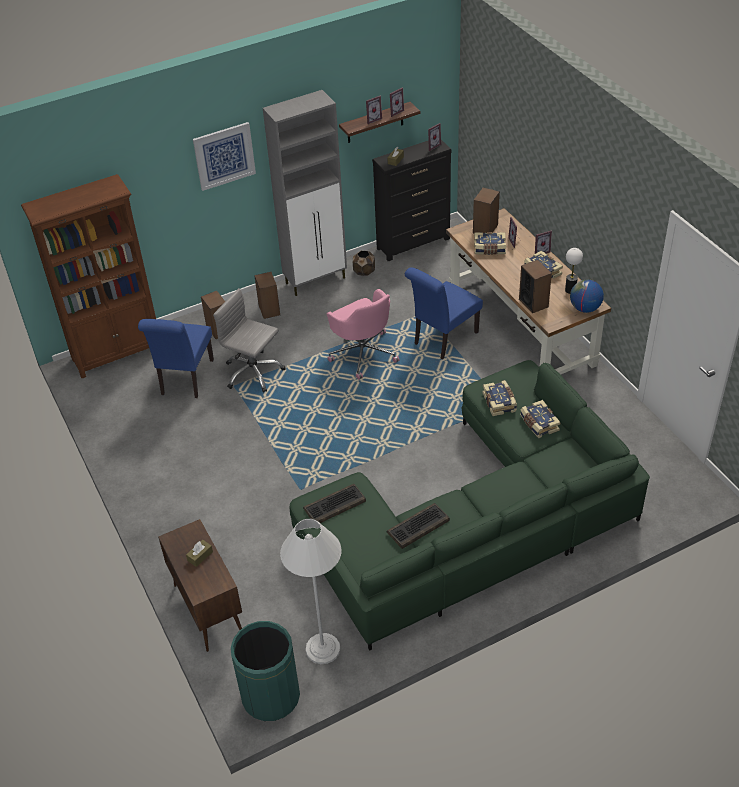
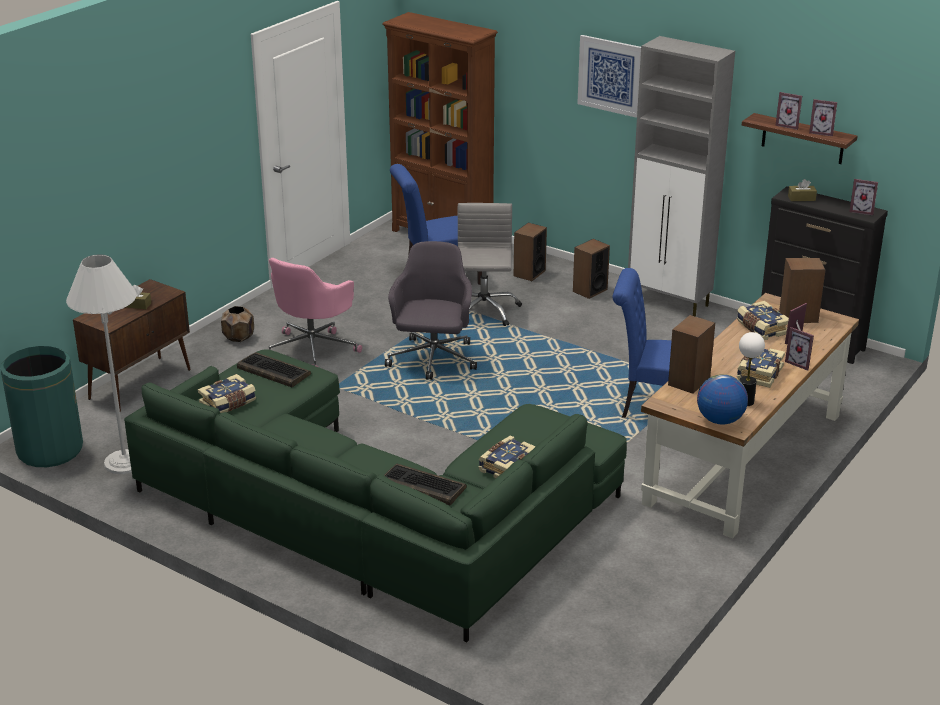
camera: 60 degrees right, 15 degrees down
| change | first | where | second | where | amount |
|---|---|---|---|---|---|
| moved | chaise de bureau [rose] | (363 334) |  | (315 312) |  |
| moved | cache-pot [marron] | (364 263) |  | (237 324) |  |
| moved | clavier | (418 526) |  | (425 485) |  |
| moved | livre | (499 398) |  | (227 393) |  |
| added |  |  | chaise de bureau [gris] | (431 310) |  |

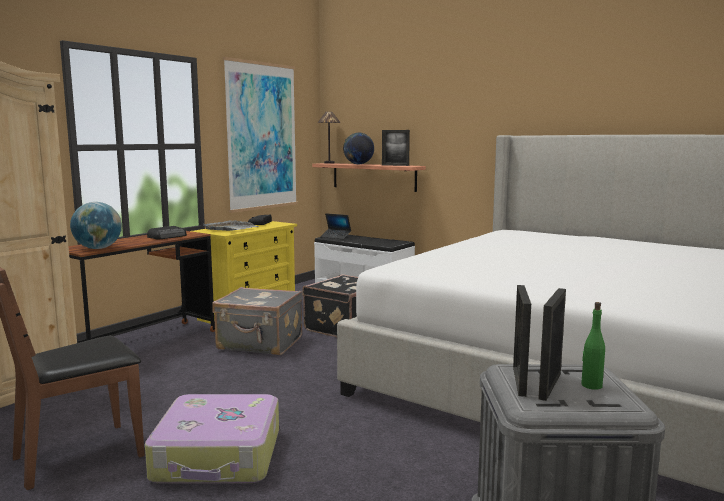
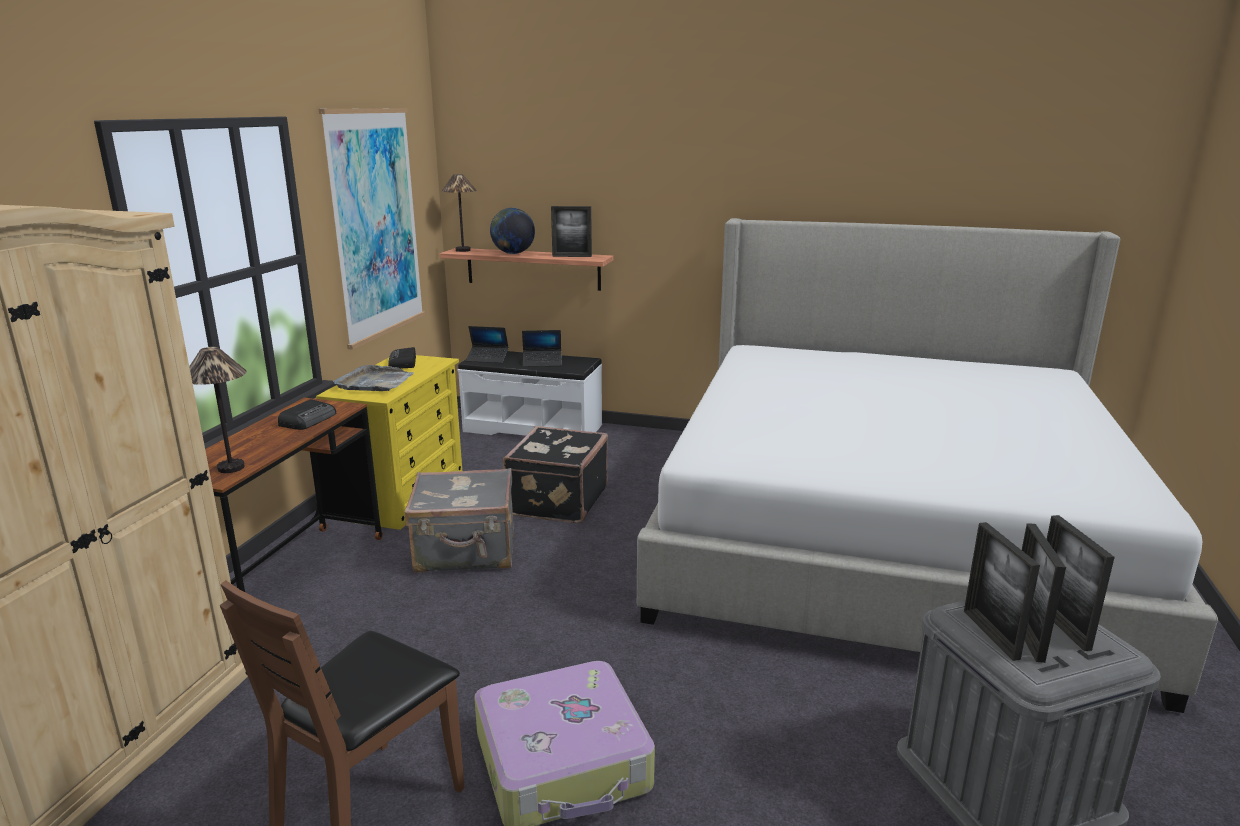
camera: 20 degrees left, 10 degrees up
| change | first | where | second | where | amount |
|---|---|---|---|---|---|
| replaced | globe | (96 225) | lampe de table | (217 410) |  |
| replaced | bouteille [vert] | (593 345) | cadre photo | (1081 583) |  |
| added |  |  | ordinateur portable | (542 348) |  |

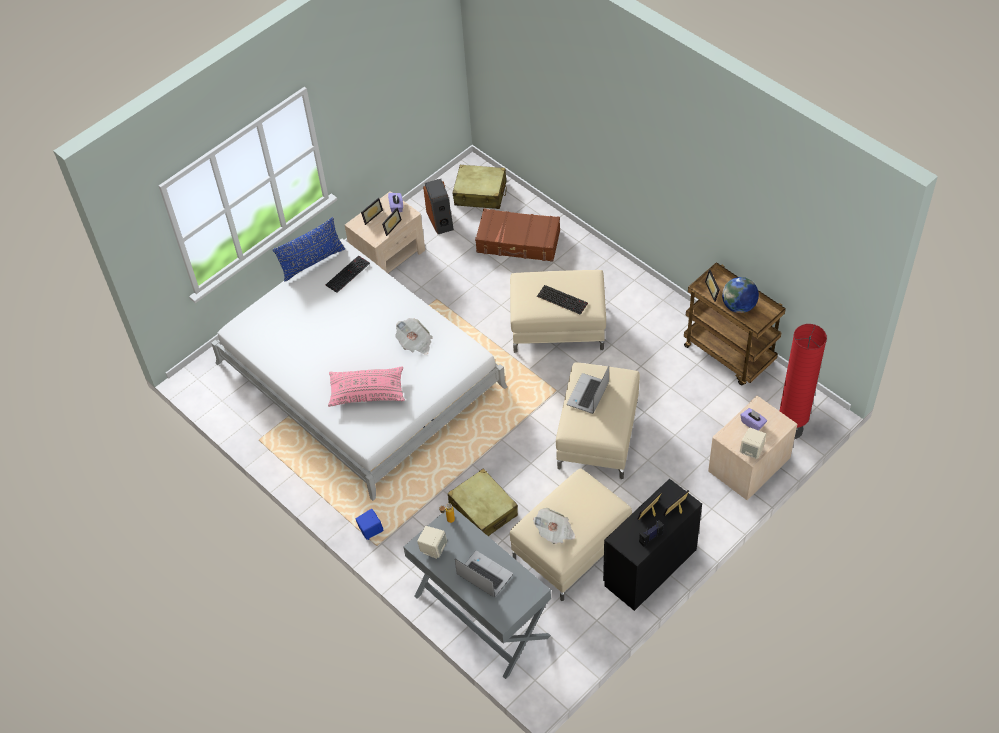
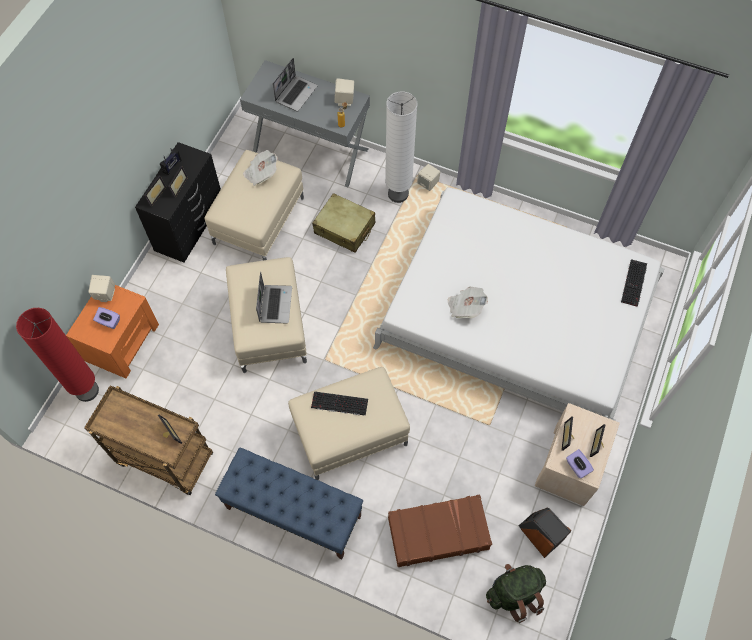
camera: 155 degrees right, 10 degrees up
| change | first | where | second | where | amount |
|---|---|---|---|---|---|
| removed | coussin [bleu] | (309 249) |  |  |  |
| moved | clavier | (348 274) |  | (634 283) |  |
| removed | coussin [rose] | (366 386) |  |  |  |
| recoloured | enceinte [bleu] | (370 524) | enceinte [beige] | (429 177) |  |
| replaced | valise [beige] | (480 187) | sac à dos [vert] | (516 593) |  |
| turned | ordinateur portable | (484 574) |  | (295 84) | 75 degrees counterclockwise |
| recoloured | table de chevet [beige] | (752 448) | table de chevet [orange] | (112 331) |  |
| removed | globe | (740 295) |  |  |  |
| added |  |  | banc [bleu] | (289 503) |  |
| added |  |  | lampadaire [blanc] | (401 147) |  |

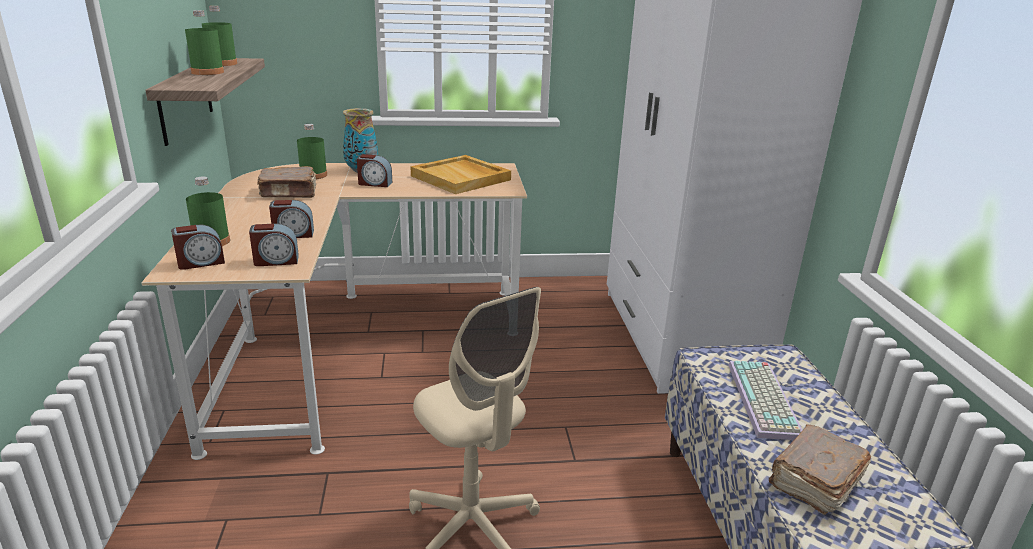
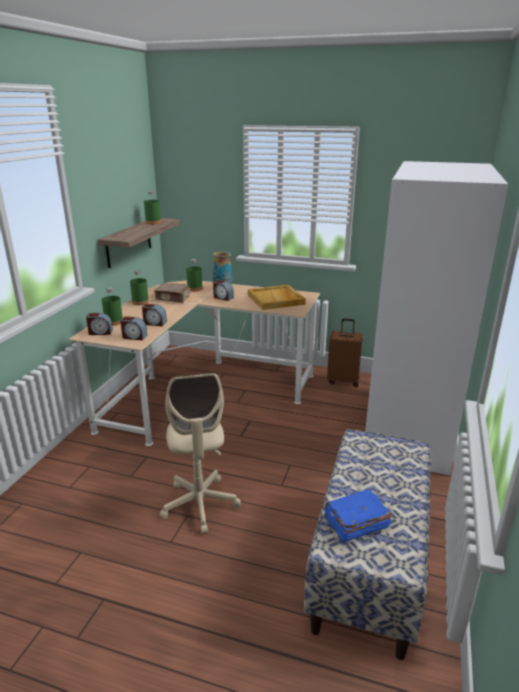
camera: 25 degrees right, 0 degrees up
| change | first | where | second | where | amount |
|---|---|---|---|---|---|
| moved | bouteille [vert] | (204 42) |  | (139 288) |  |
| removed | clavier | (765 400) |  |  |  |
| recoloured | livre [marron] | (820 469) | livre [bleu] | (358 515) |  |
| added |  |  | valise [marron] | (345 352) |  |

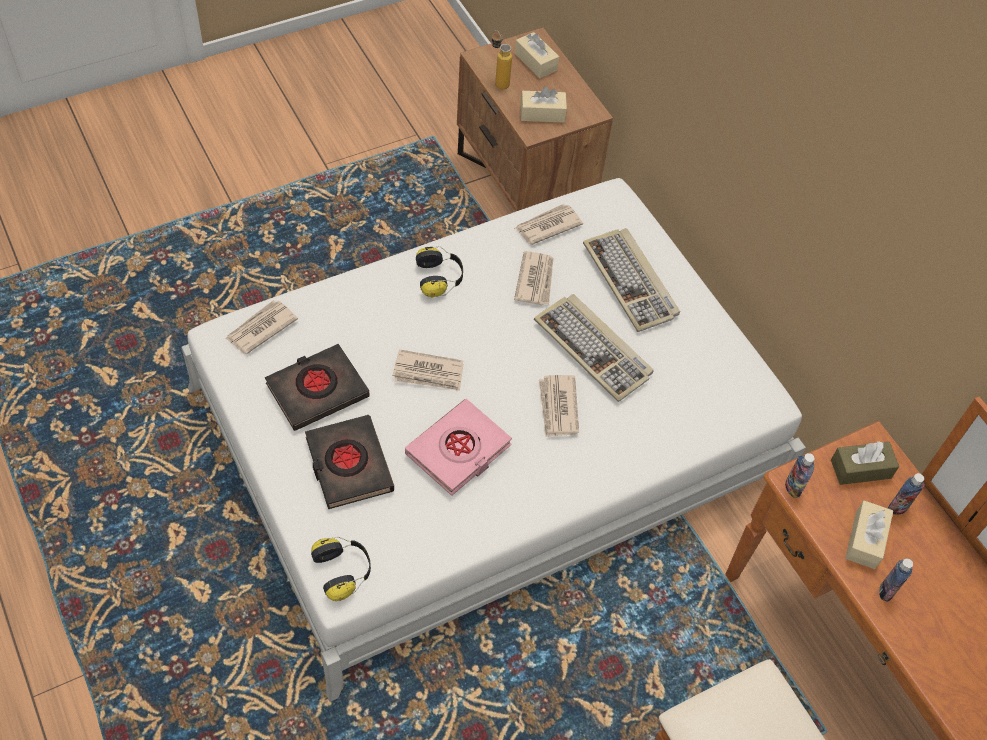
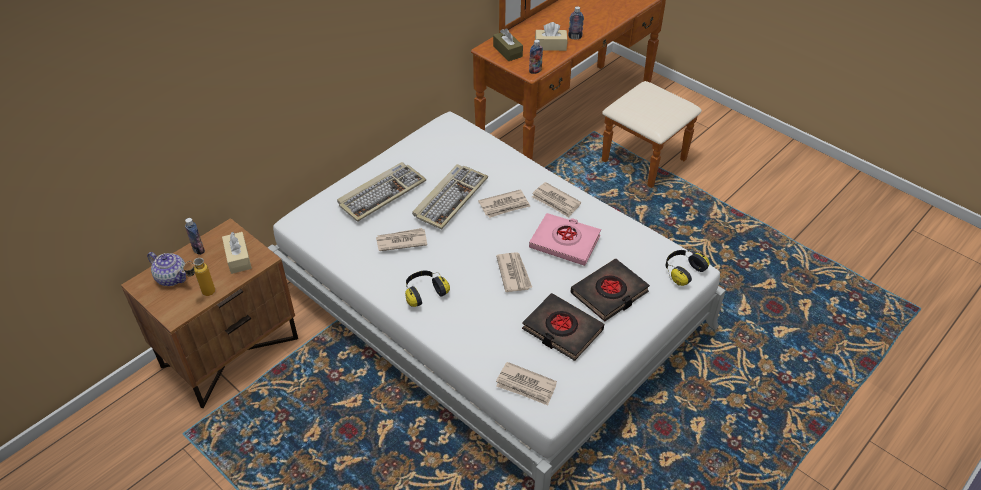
camera: 105 degrees left, 10 degrees down
| change | first | where | second | where | amount |
|---|---|---|---|---|---|
| replaced | boîte à mouchoirs [beige] | (537 55) | théière | (166 269) |  |
| moved | journal | (549 224) |  | (556 199) |  |
| moved | bouteille | (906 494) |  | (195 236) |  |

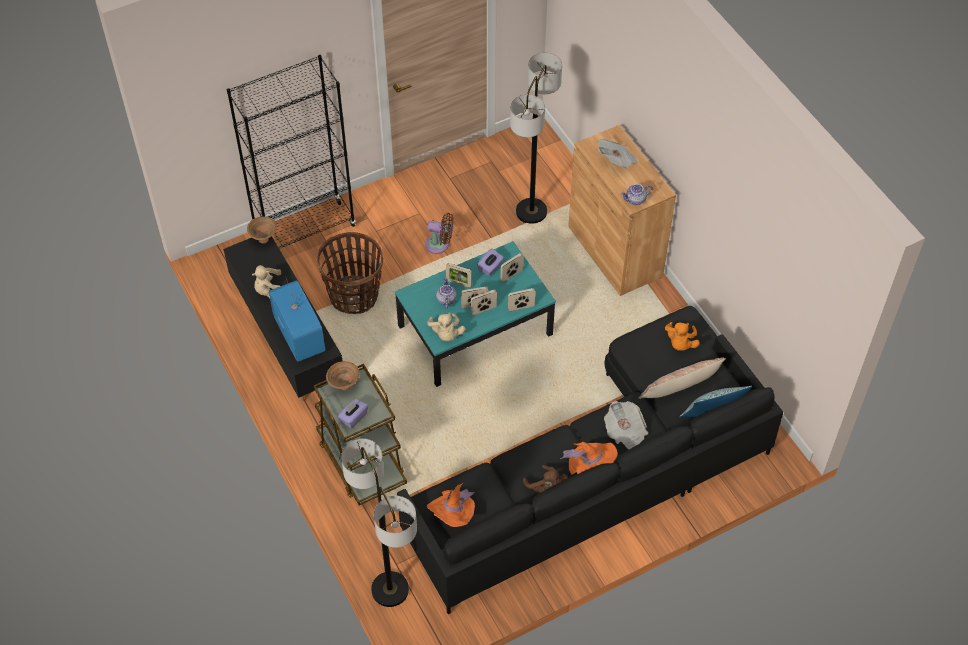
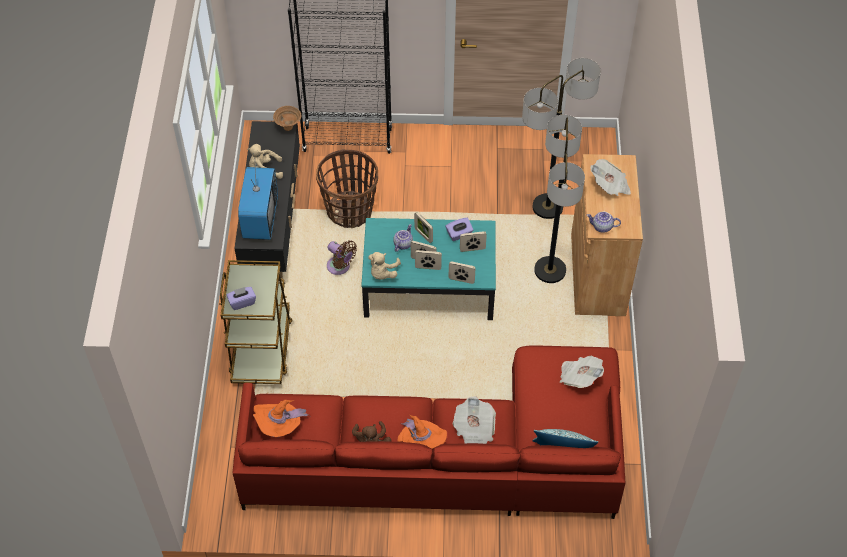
camera: 30 degrees right, 0 degrees up
| change | first | where | second | where | amount |
|---|---|---|---|---|---|
| removed | bol [marron] | (343 376) |  |  |  |
| moved | lampadaire | (379 523) |  | (559 199) |  |
| recoloured | canapé [noir] | (590 460) | canapé [rouge] | (428 432) |  |
| moved | ventilateur [marron] | (439 233) |  | (342 257) |  |
| removed | coussin | (682 378) |  |  |  |
| replaced | peluche [orange] | (682 336) | journal | (582 372) |  |

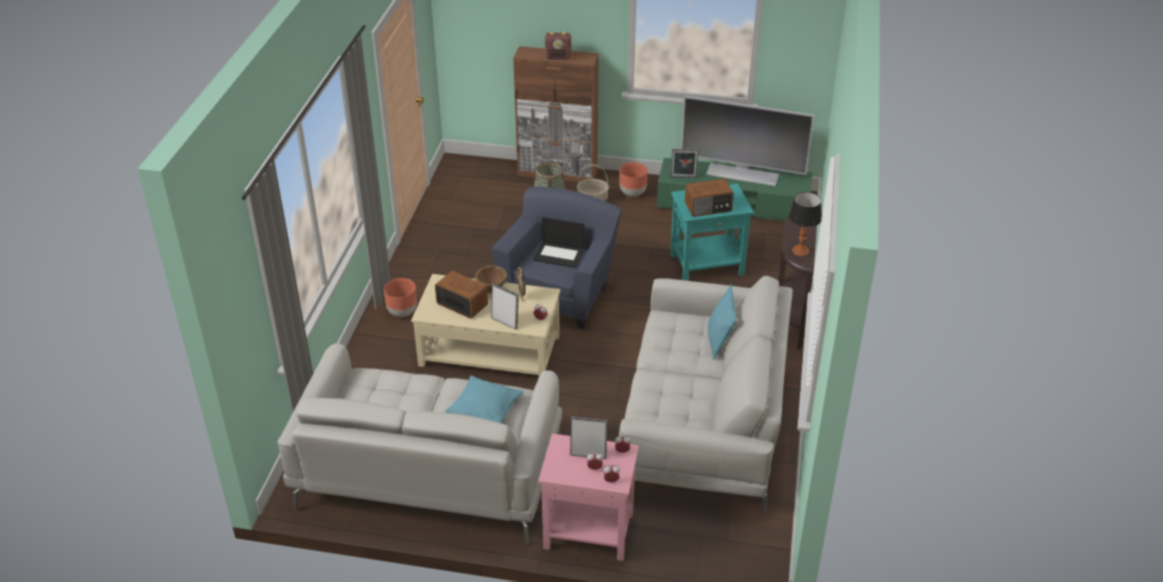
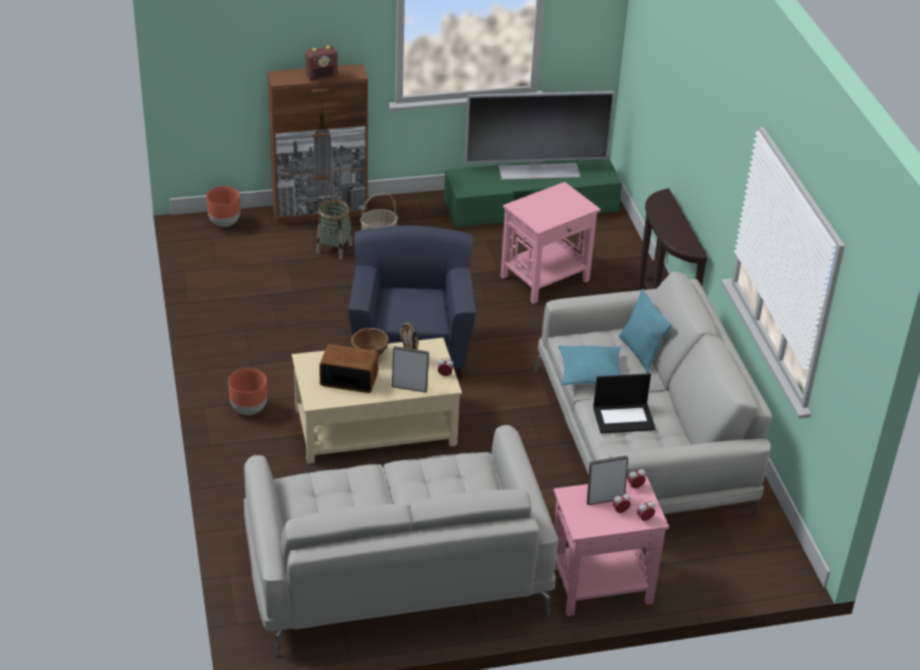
camera: 25 degrees left, 0 degrees up
| change | first | where | second | where | amount |
|---|---|---|---|---|---|
| moved | coussin [turquoise] | (484 399) |  | (590 365) |  |
| moved | ordinateur portable | (558 242) |  | (624 403) |  |
| moved | cache-pot [marron] | (633 179) |  | (223 206) |  |
| recoloured | table d'appoint [turquoise] | (712 232) | table d'appoint [rose] | (551 243) |  |
| removed | cadre photo | (684 163) |  |  |  |
| removed | radio | (709 198) |  |  |  |
| removed | lampe de table | (805 224) |  |  |  |

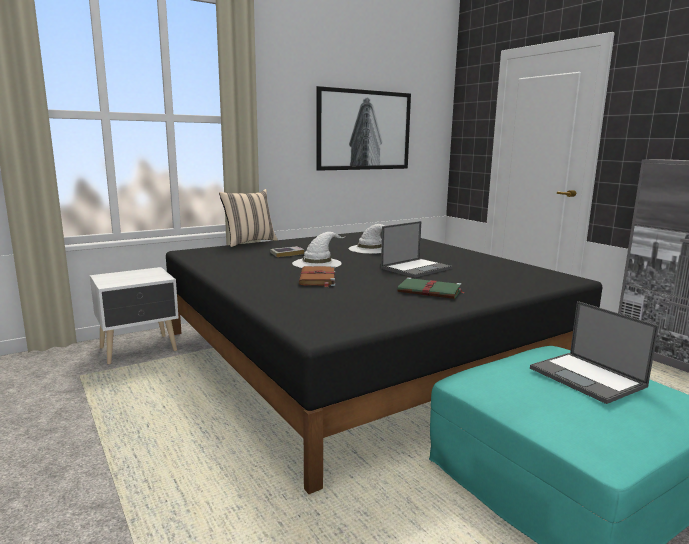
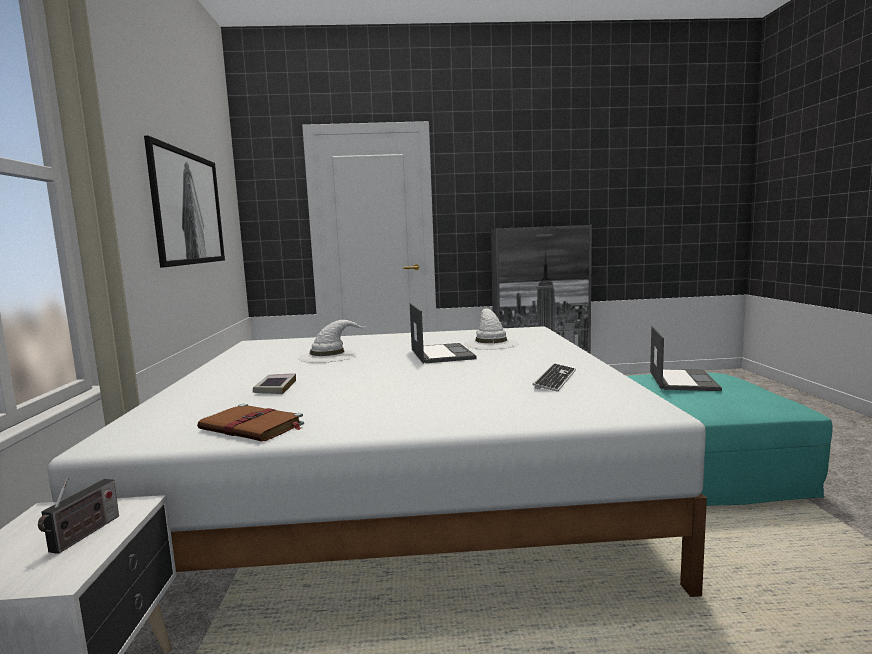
camera: 60 degrees left, 5 degrees down
| change | first | where | second | where | amount |
|---|---|---|---|---|---|
| recoloured | lit [noir] | (384 362) | lit [blanc] | (377 461) |  |
| removed | coussin [beige] | (248 218) |  |  |  |
| moved | chapeau [blanc] | (318 250) |  | (491 329) |  |
| moved | livre [marron] | (316 276) |  | (250 422) |  |
| removed | livre [vert] | (431 288) |  |  |  |
| turned | ordinateur portable | (594 352) |  | (686 358) | 75 degrees counterclockwise |
| added |  |  | radio | (78 515) |  |
| added |  |  | clavier | (554 377) |  |

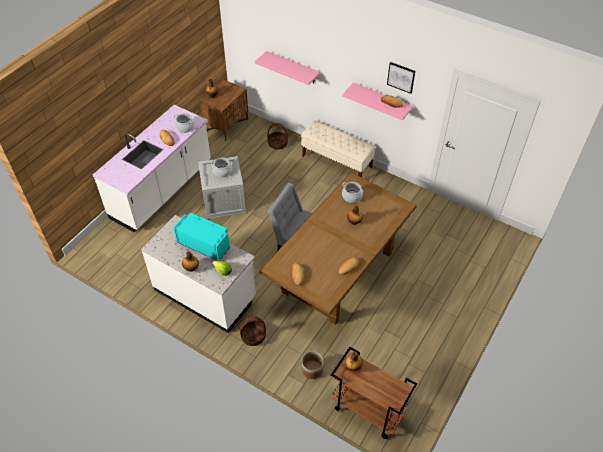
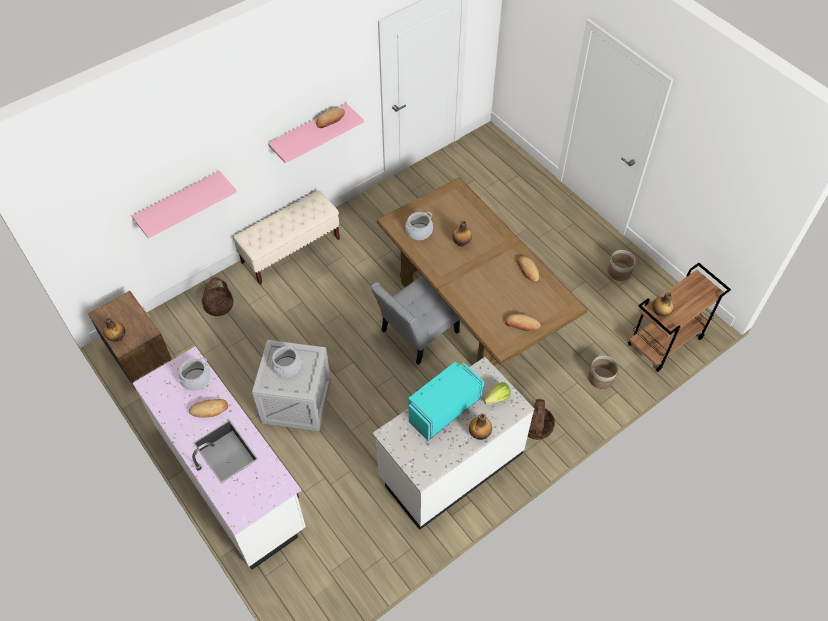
camera: 70 degrees left, 5 degrees up
| change | first | where | second | where | amount |
|---|---|---|---|---|---|
| removed | tableau | (401 78) |  |  |  |
| added |  |  | cache-pot | (622 265) |  |

